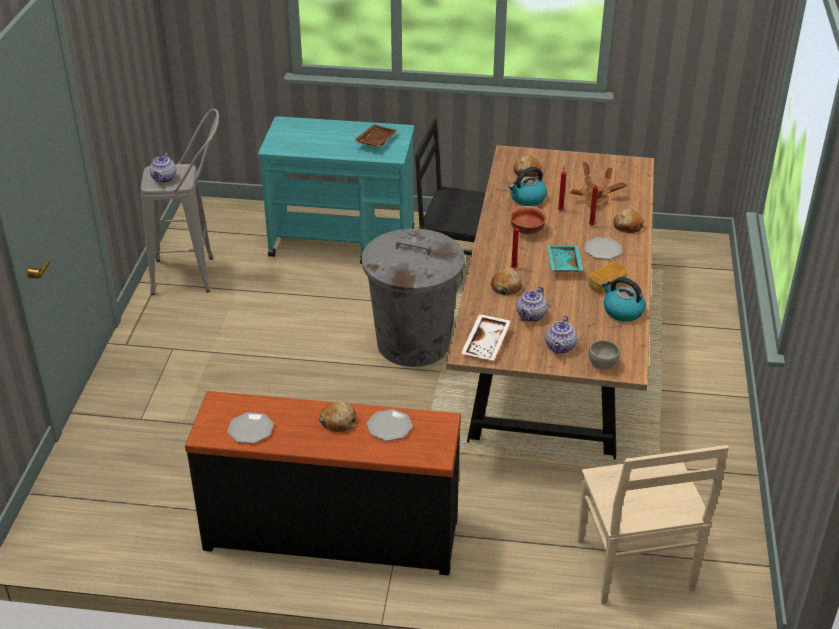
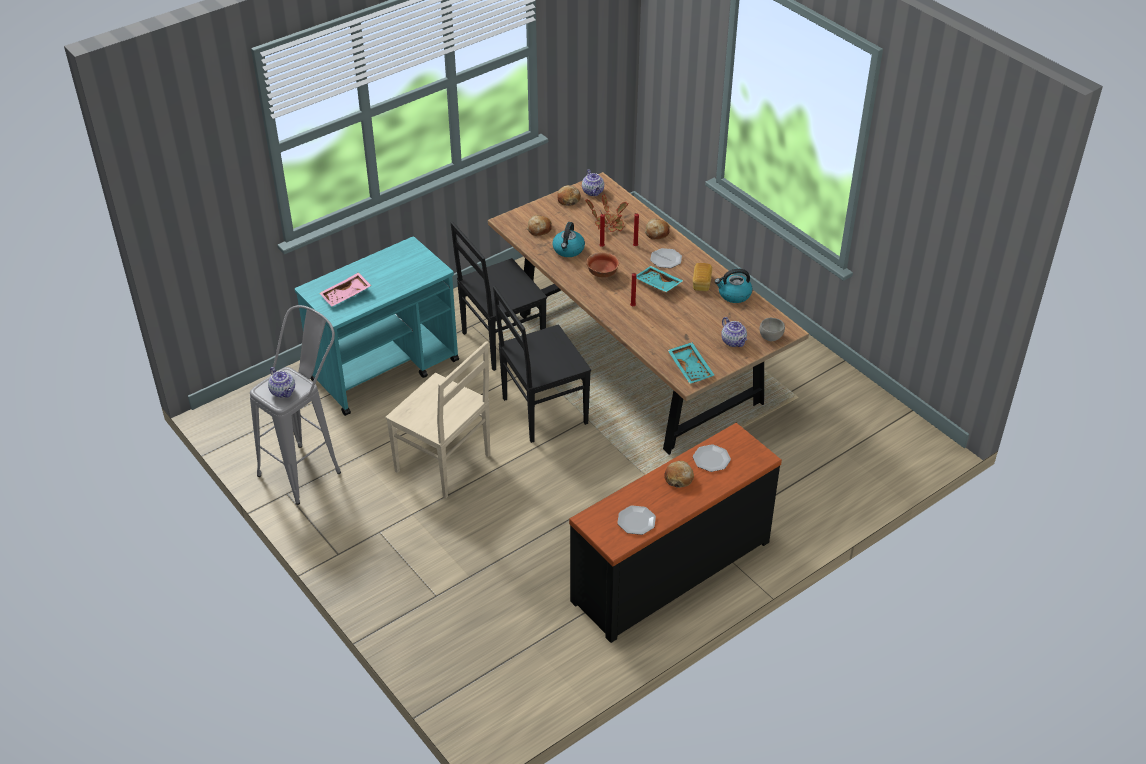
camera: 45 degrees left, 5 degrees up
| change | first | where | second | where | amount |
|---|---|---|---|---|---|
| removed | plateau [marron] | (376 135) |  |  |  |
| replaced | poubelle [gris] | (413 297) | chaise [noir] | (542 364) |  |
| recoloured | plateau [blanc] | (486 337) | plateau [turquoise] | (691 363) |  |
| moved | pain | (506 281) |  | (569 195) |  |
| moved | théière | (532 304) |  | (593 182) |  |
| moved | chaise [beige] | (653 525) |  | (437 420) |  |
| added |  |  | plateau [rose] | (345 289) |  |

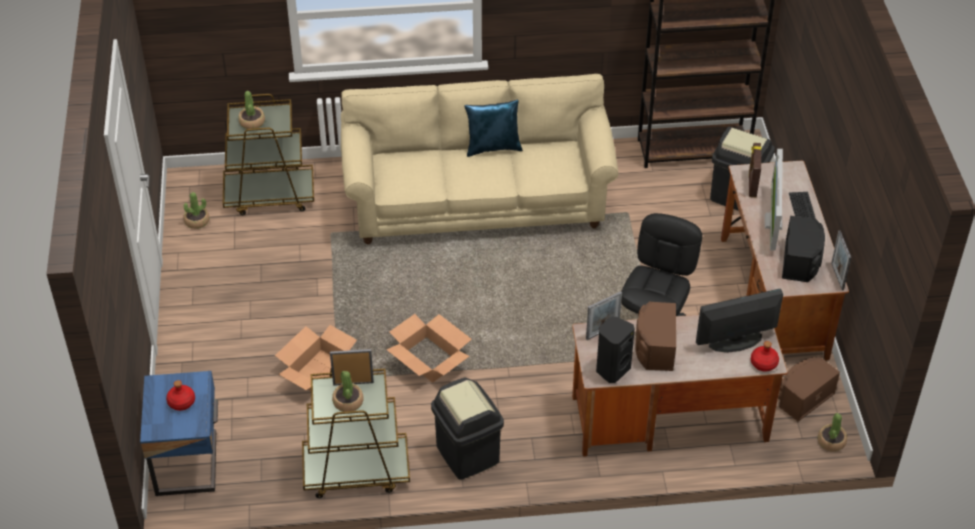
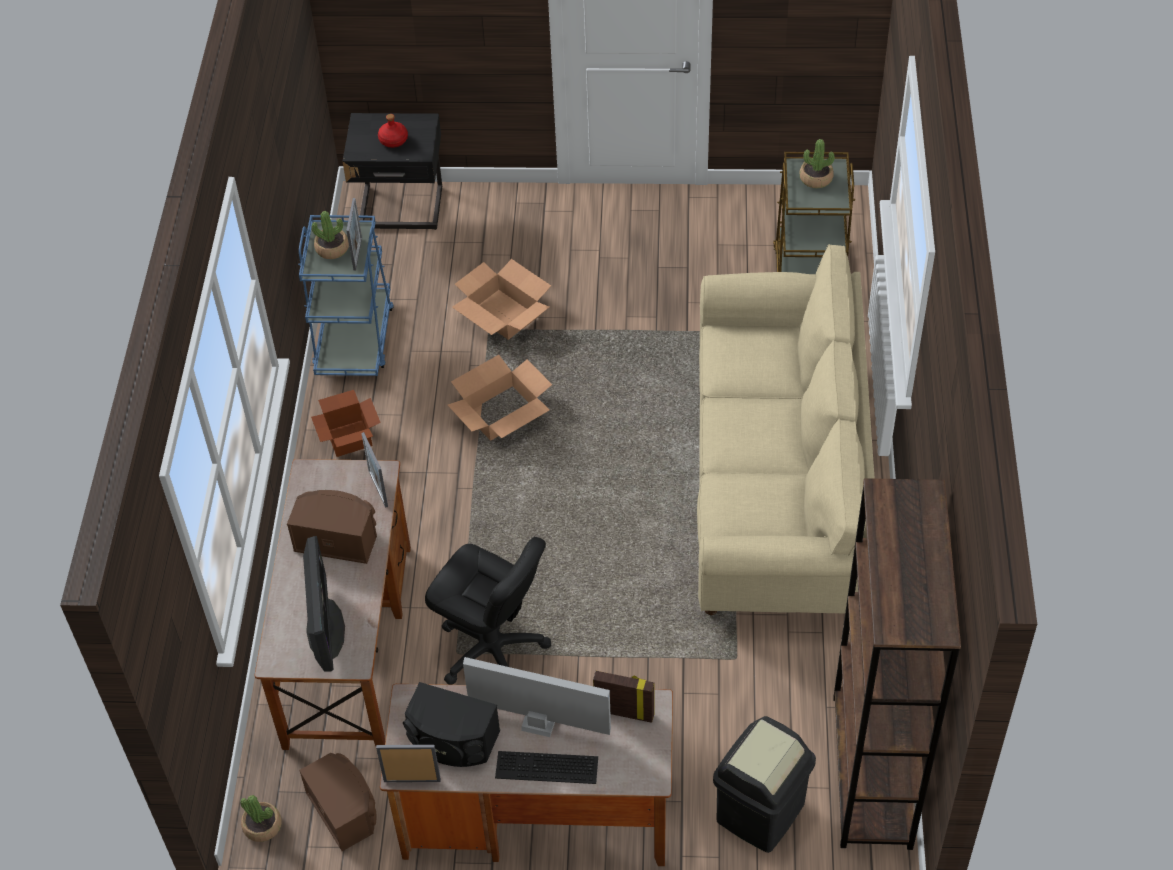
camera: 100 degrees right, 5 degrees up
| change | first | where | second | where | amount |
|---|---|---|---|---|---|
| recoloured | table de chevet [bleu] | (179 433) | table de chevet [noir] | (392 171) |  |
| removed | plante en pot | (196 210) |  |  |  |
| recoloured | chariot [marron] | (356 433) | chariot [bleu] | (346 295) |  |
| replaced | poubelle [noir] | (467 429) | carton | (346 423) |  |
| removed | coussin [bleu] | (494 128) |  |  |  |
| removed | enceinte [noir] | (615 350) |  |  |  |
| removed | bouteille [rouge] | (765 356) |  |  |  |

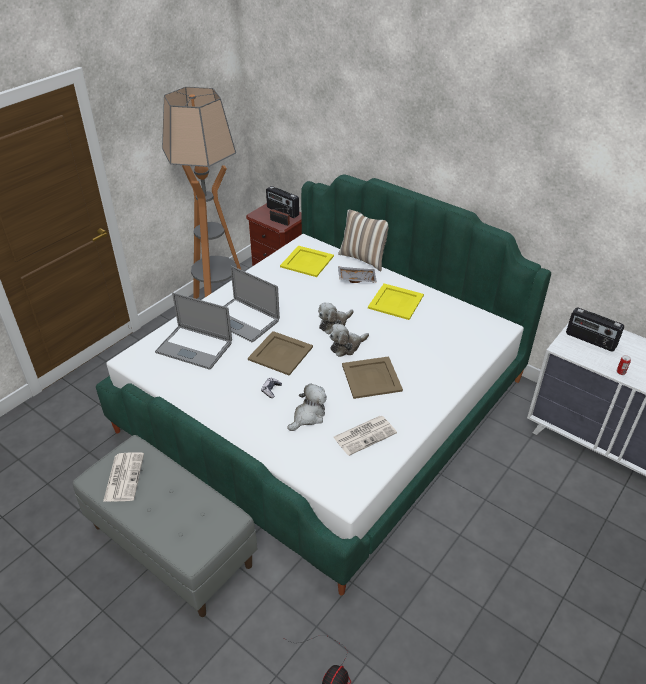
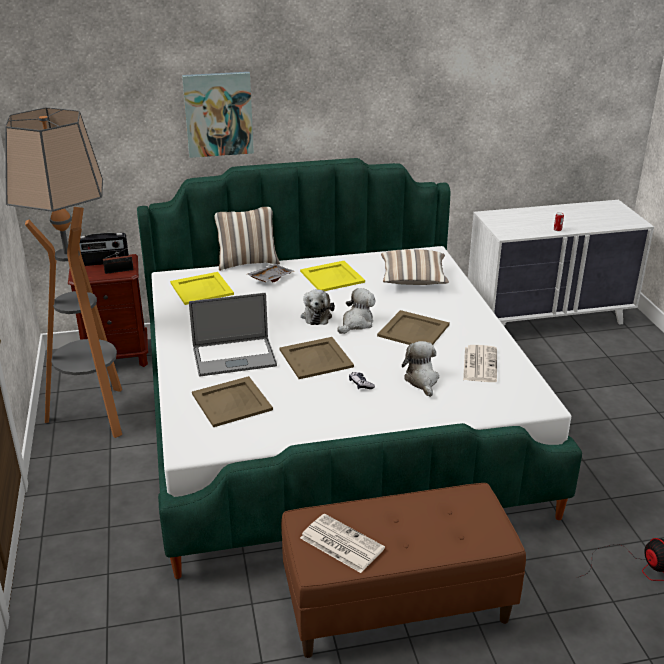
camera: 50 degrees left, 10 degrees down
| change | first | where | second | where | amount |
|---|---|---|---|---|---|
| recoloured | banc [gris] | (165 526) | banc [marron] | (403 570) |  |
| replaced | ordinateur portable | (193 331) | plateau [beige] | (232 401) |  |
| turned | peluche | (349 340) |  | (356 311) | 150 degrees counterclockwise |
| removed | radio | (595 329) |  |  |  |
| added |  |  | tableau | (218 115) |  |
| added |  |  | coussin | (415 267) |  |

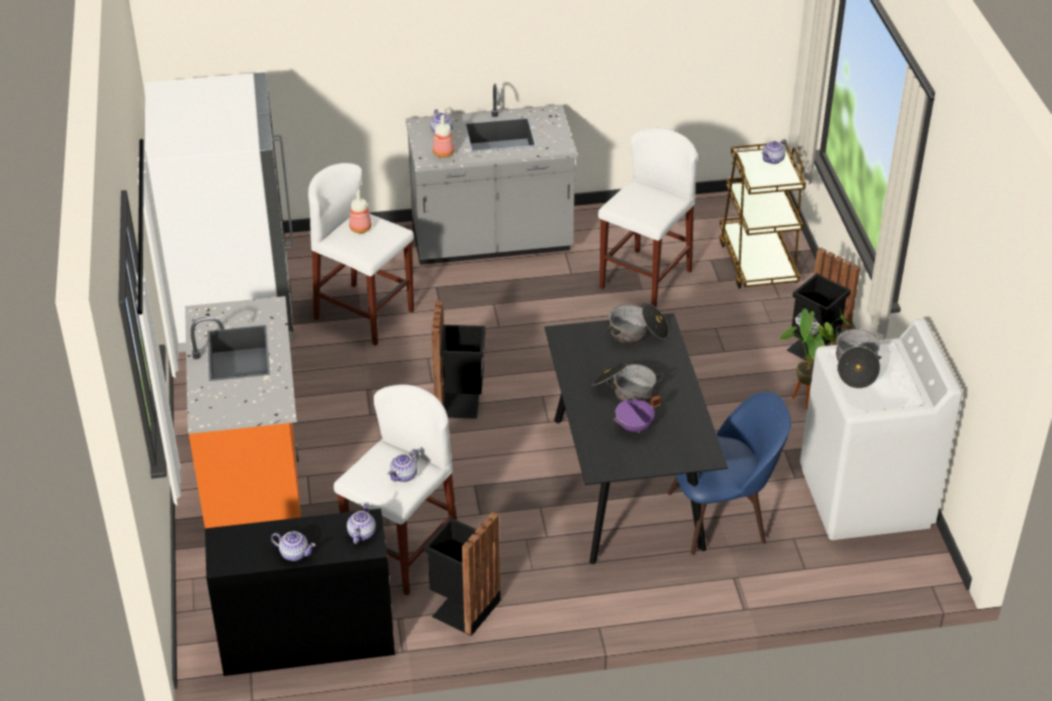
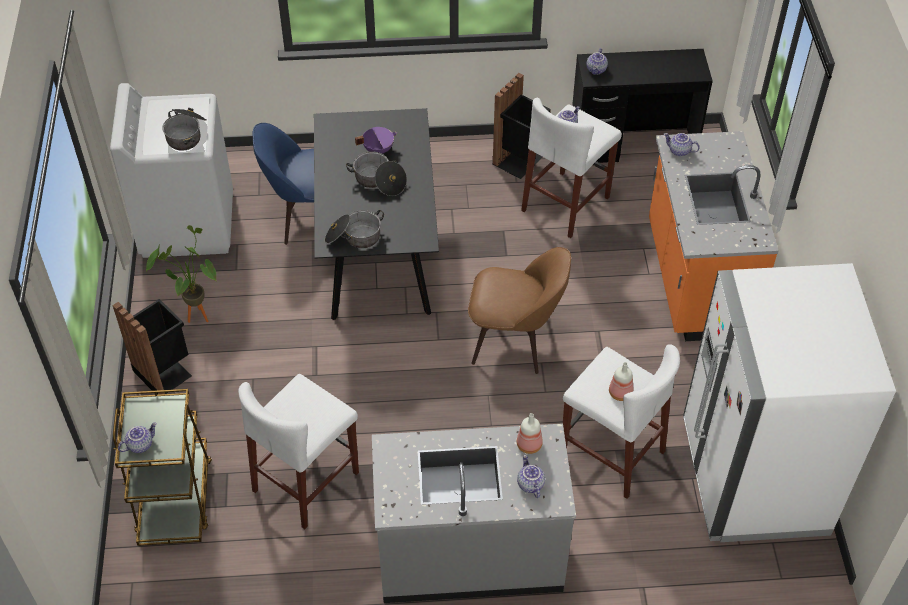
camera: 175 degrees left, 10 degrees up
| change | first | where | second | where | amount |
|---|---|---|---|---|---|
| moved | théière | (293 546) |  | (681 144) |  |
| replaced | poubelle [noir] | (458 360) | chaise [marron] | (519 310) |  |

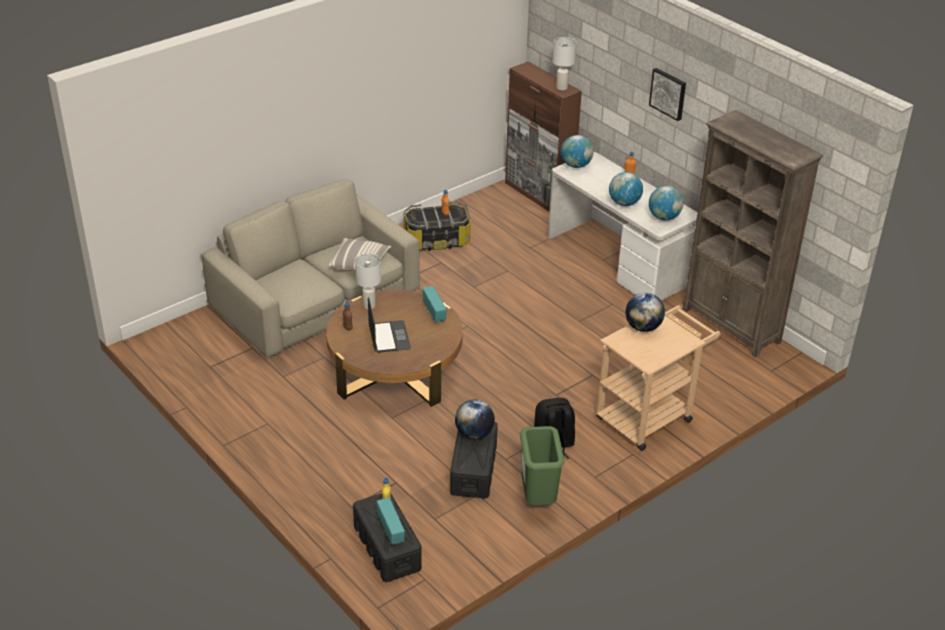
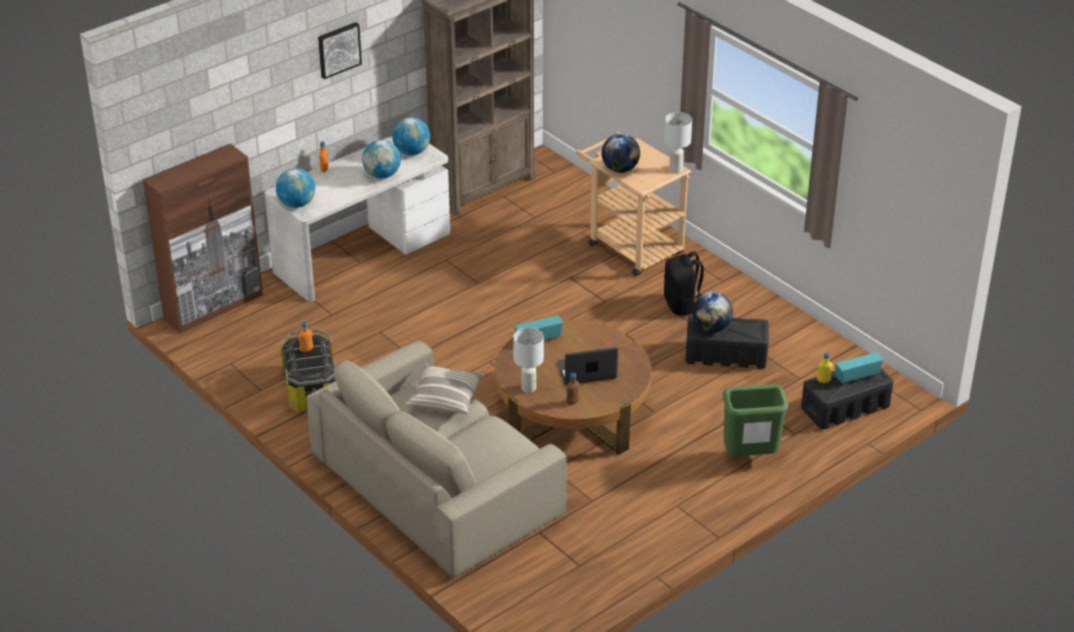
camera: 90 degrees left, 0 degrees up
| change | first | where | second | where | amount |
|---|---|---|---|---|---|
| moved | poubelle [vert] | (542 465) |  | (755 420) |  |
| moved | lampe de table [blanc] | (564 63) |  | (678 143) |  |

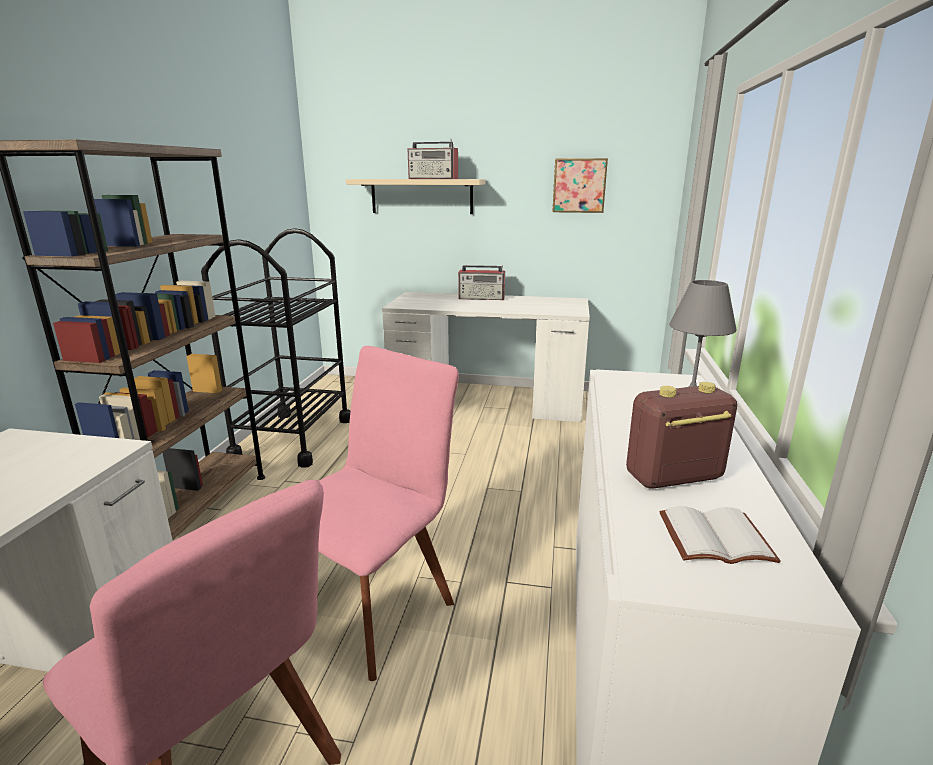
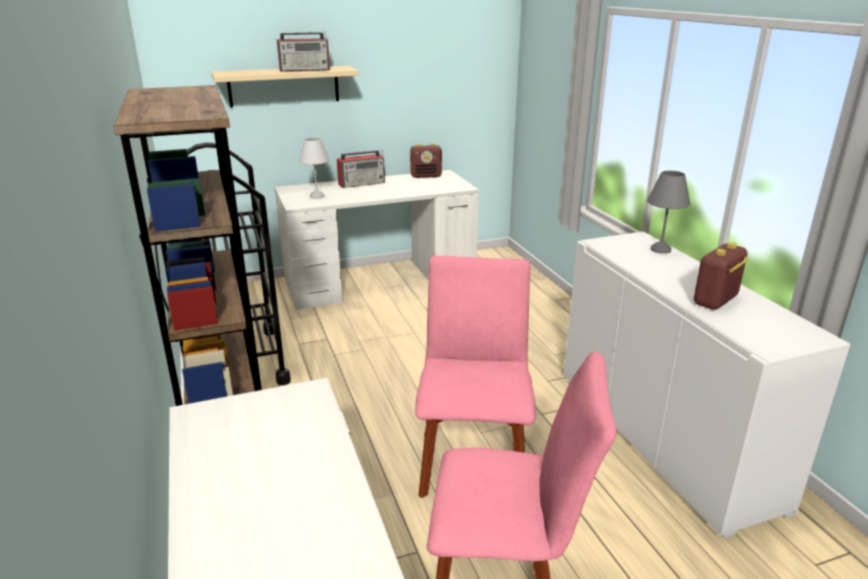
camera: 30 degrees left, 5 degrees up
| change | first | where | second | where | amount |
|---|---|---|---|---|---|
| removed | tableau | (580 185) |  |  |  |
| removed | livre [blanc] | (720 535) |  |  |  |
| added |  |  | lampe de table [blanc] | (314 168) |  |
| added |  |  | radio | (426 160) |  |

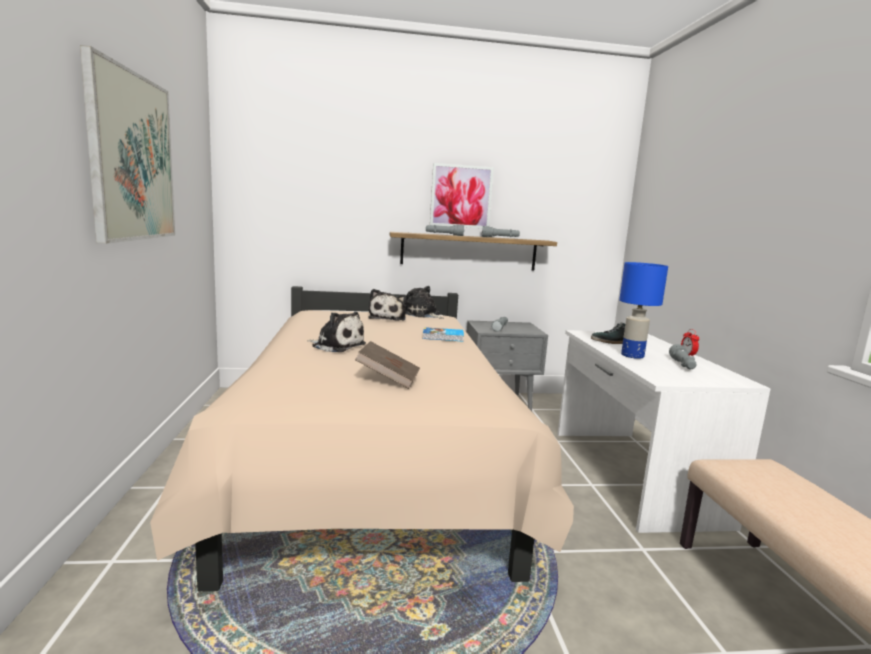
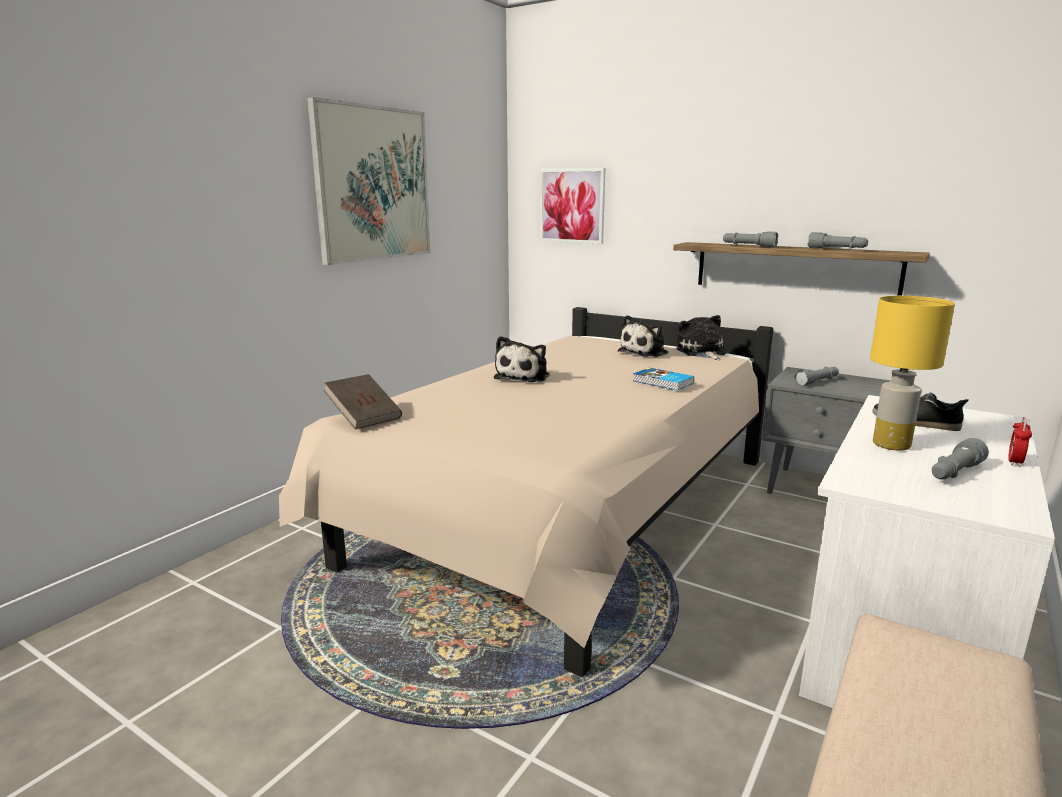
camera: 40 degrees right, 5 degrees up
| change | first | where | second | where | amount |
|---|---|---|---|---|---|
| turned | peluche | (336 332) |  | (521 359) | 45 degrees clockwise |
| moved | livre [marron] | (387 365) |  | (363 401) |  |
| moved | tableau | (462 196) |  | (572 206) |  |
| recoloured | lampe de table [bleu] | (643 310) | lampe de table [jaune] | (912 373) |  |

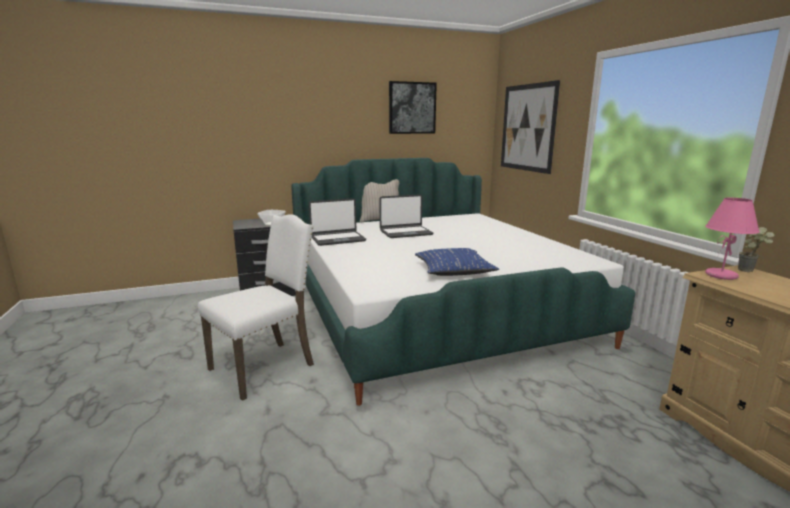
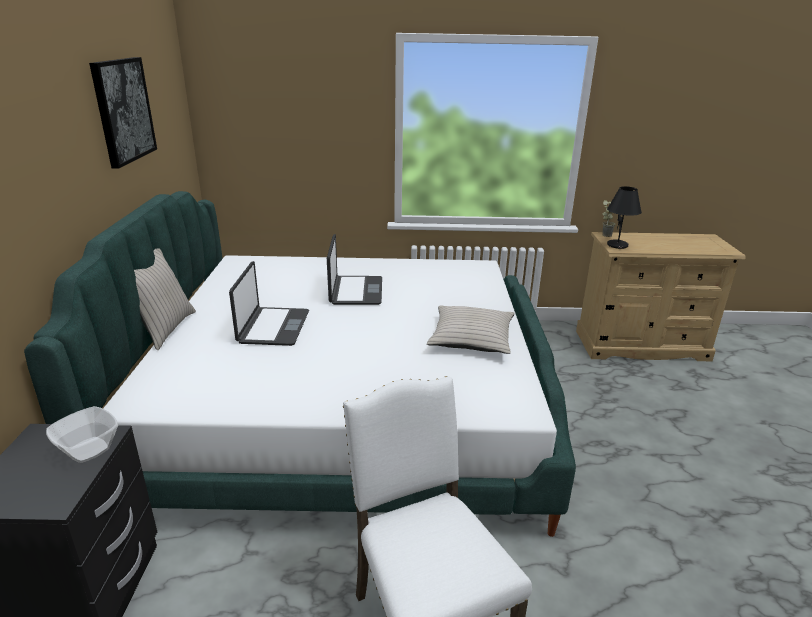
camera: 70 degrees left, 10 degrees up
| change | first | where | second | where | amount |
|---|---|---|---|---|---|
| moved | ordinateur portable | (337 222) |  | (354 269) |  |
| recoloured | coussin [bleu] | (457 262) | coussin [beige] | (470 330) |  |
| removed | tableau | (530 127) |  |  |  |
| recoloured | lampe de table [rose] | (732 239) | lampe de table [noir] | (624 217) |  |

